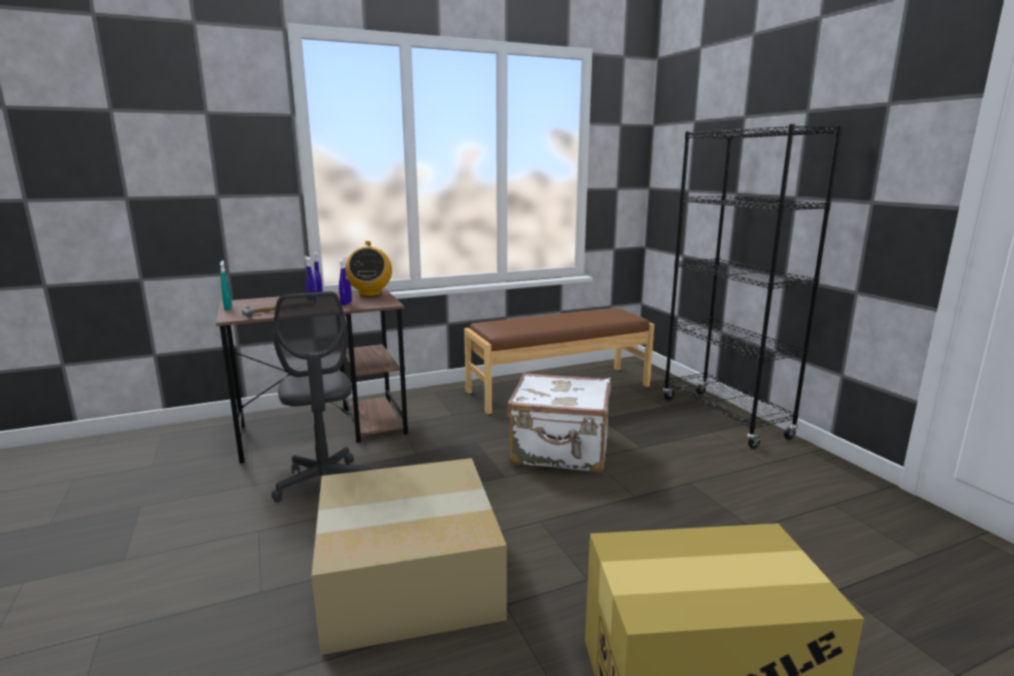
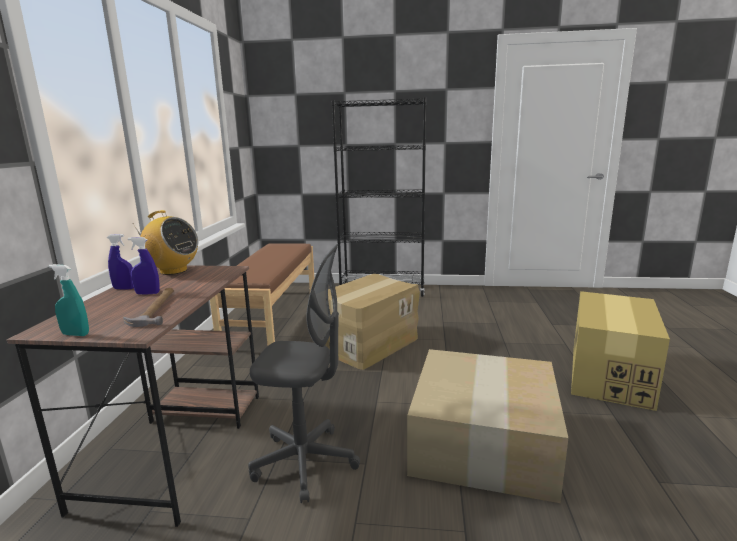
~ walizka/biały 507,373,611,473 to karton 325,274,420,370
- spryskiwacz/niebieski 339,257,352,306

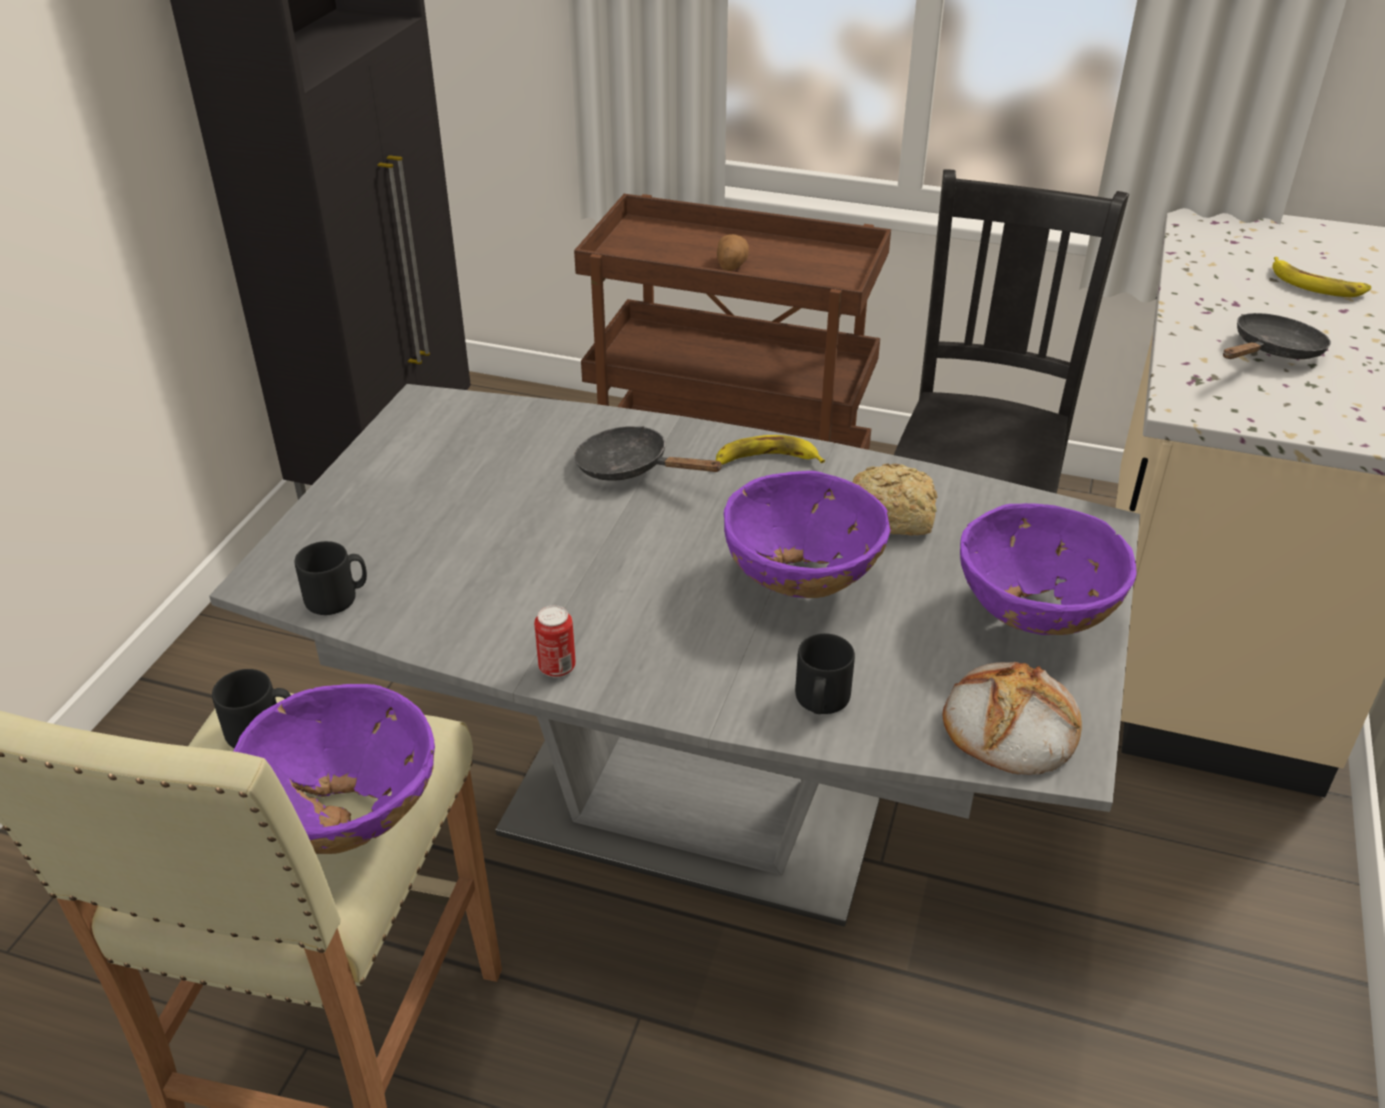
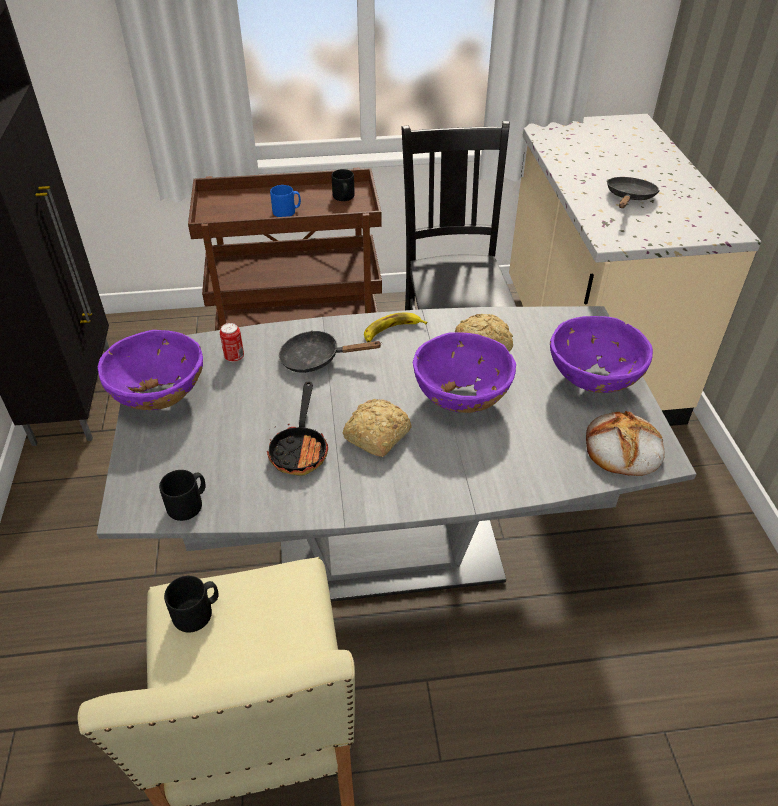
~ miska/fioletowy 233,684,435,854 to 98,330,203,410
~ puszka 534,605,576,678 to 220,323,244,362
+ patelnia 267,382,328,476
~ ziemniak 717,234,749,271 to kubek/niebieski 270,185,301,217
~ kubek/czarny 795,633,855,714 to 332,169,355,201
+ chleb 342,399,411,457
- banan 1273,257,1371,297

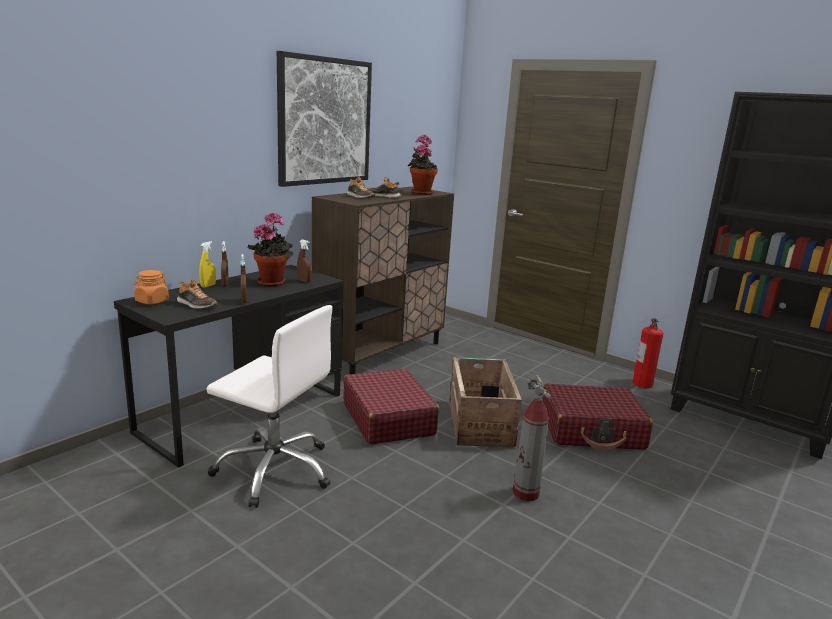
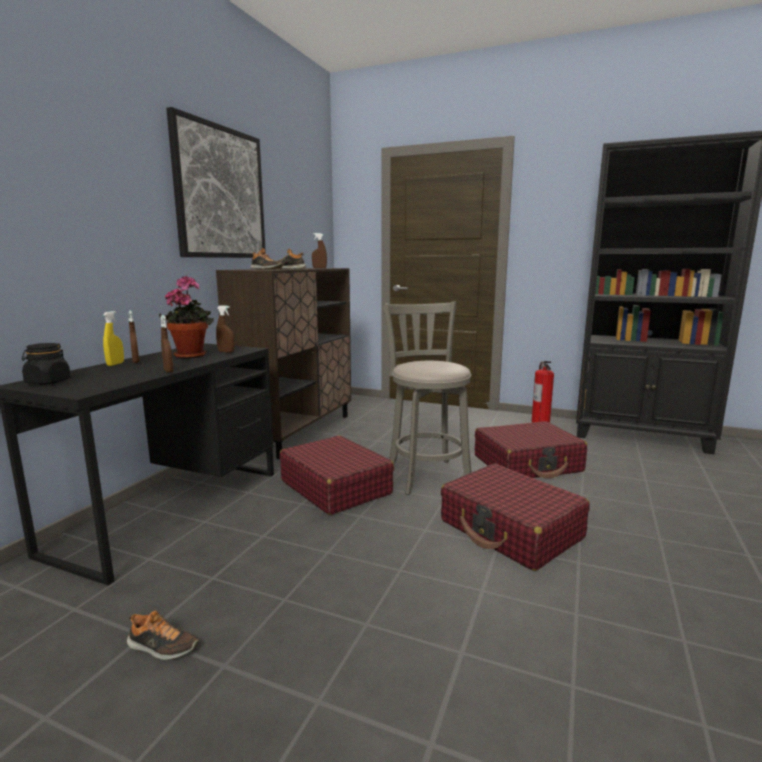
~ słoik/pomarańczowy 134,270,169,304 to słoik/czarny 22,343,71,384
~ but 177,279,218,309 to 127,610,199,660
~ roślina doniczkowa 408,134,438,195 to spryskiwacz/brązowy 312,233,327,268
~ skrzynka 450,357,522,447 to stołek/szary 383,301,472,495
~ gaśnica 513,375,551,501 to walizka/czerwony 441,463,590,571
- krzesło biurowe/biały 207,305,333,508

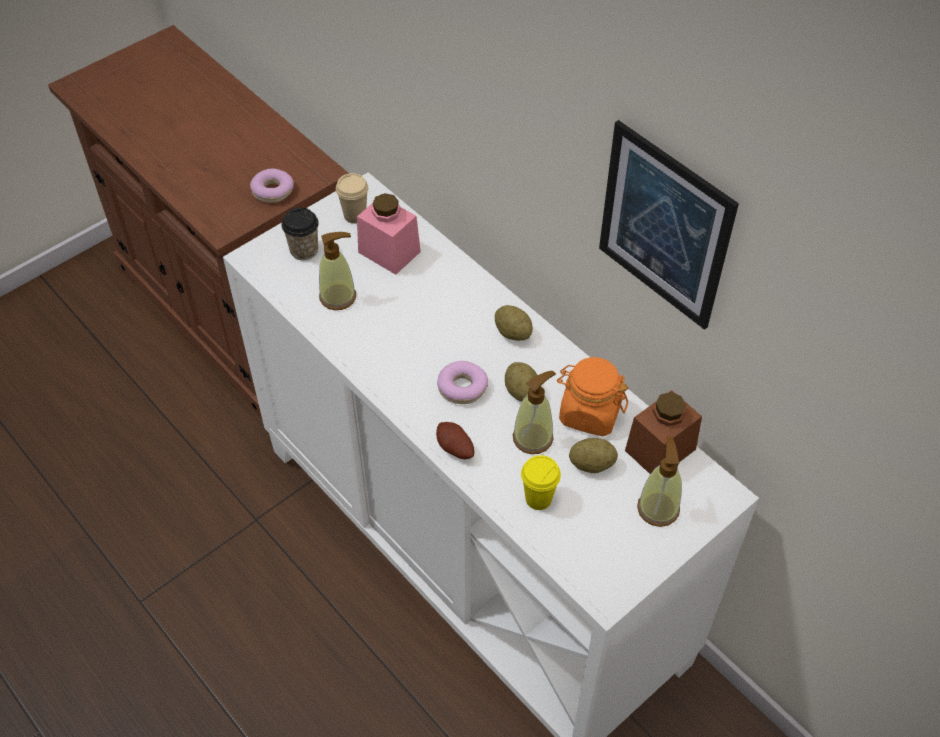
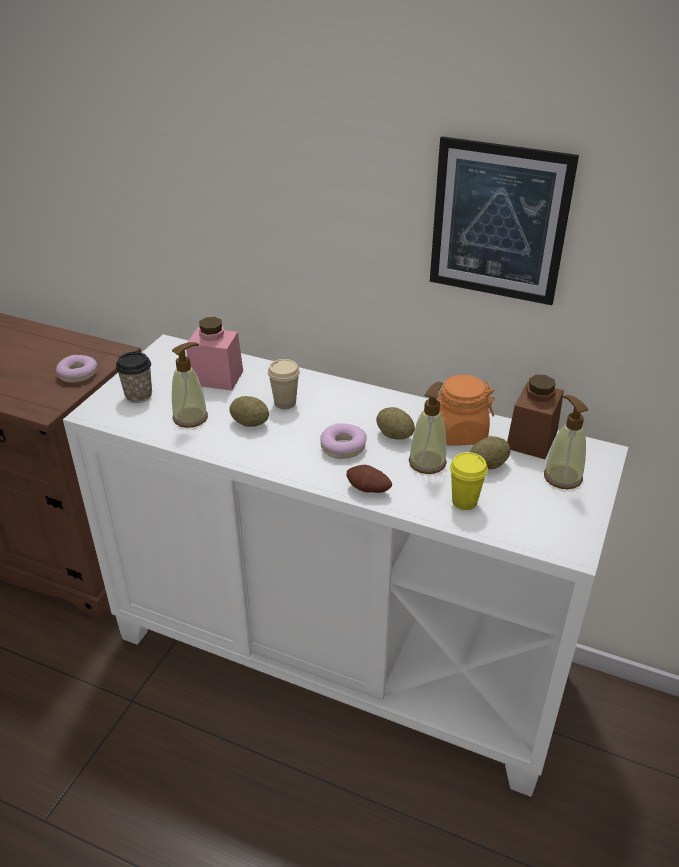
~ ziemniak 495,305,533,341 to 229,396,269,427
~ filiżanka/beżowy 336,173,368,224 to 268,359,300,409

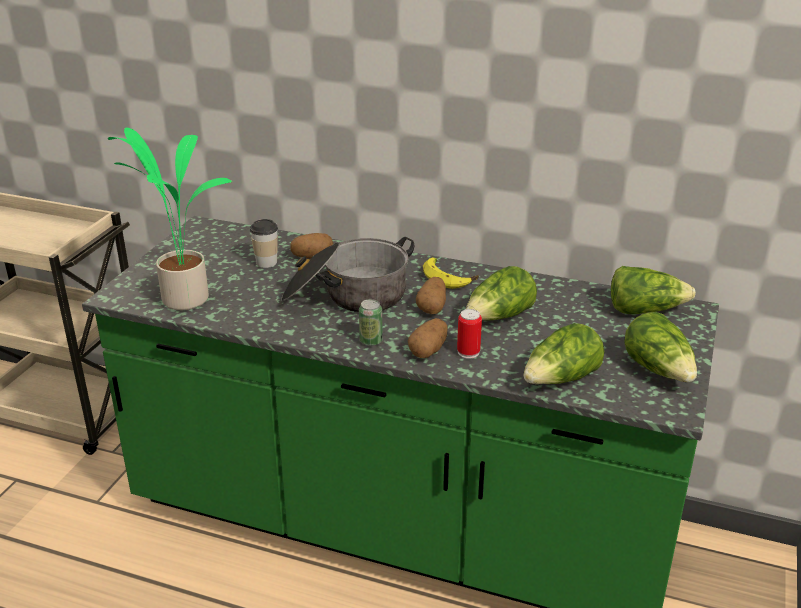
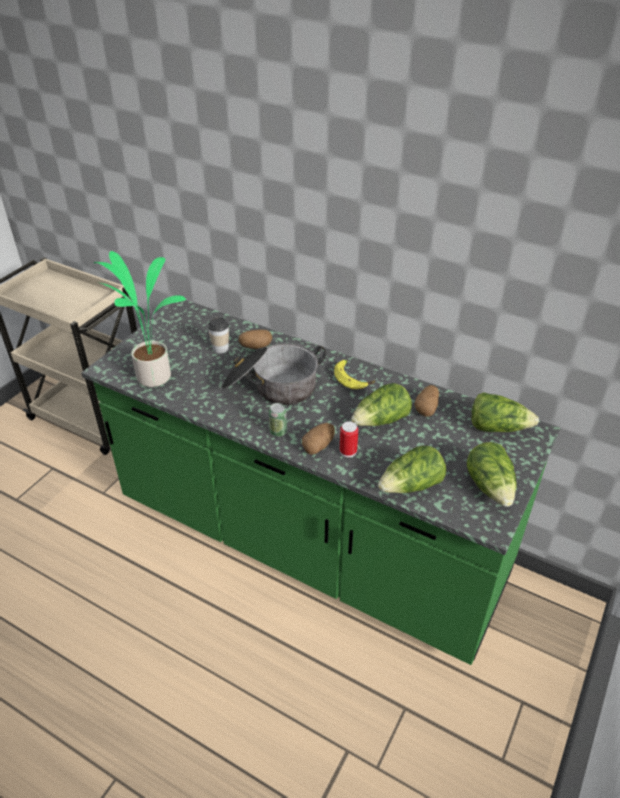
~ ziemniak 416,277,446,314 to 415,385,439,417

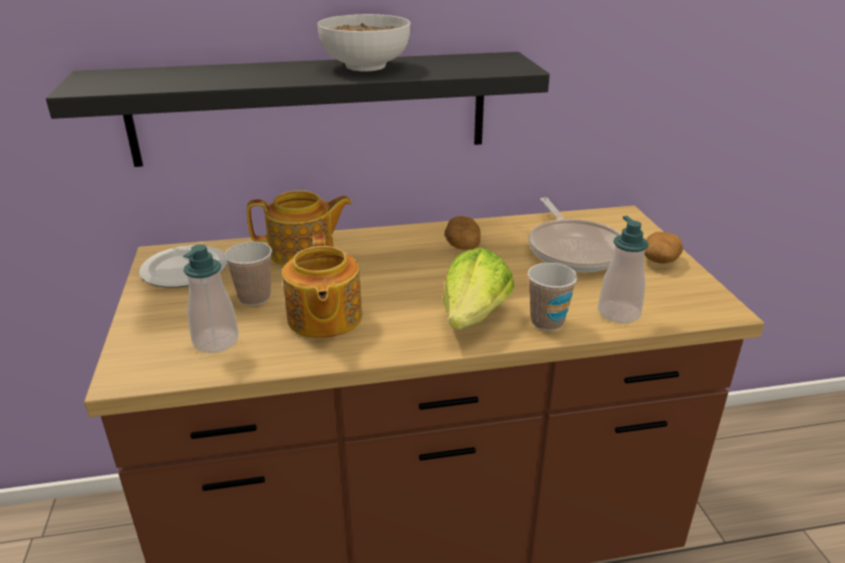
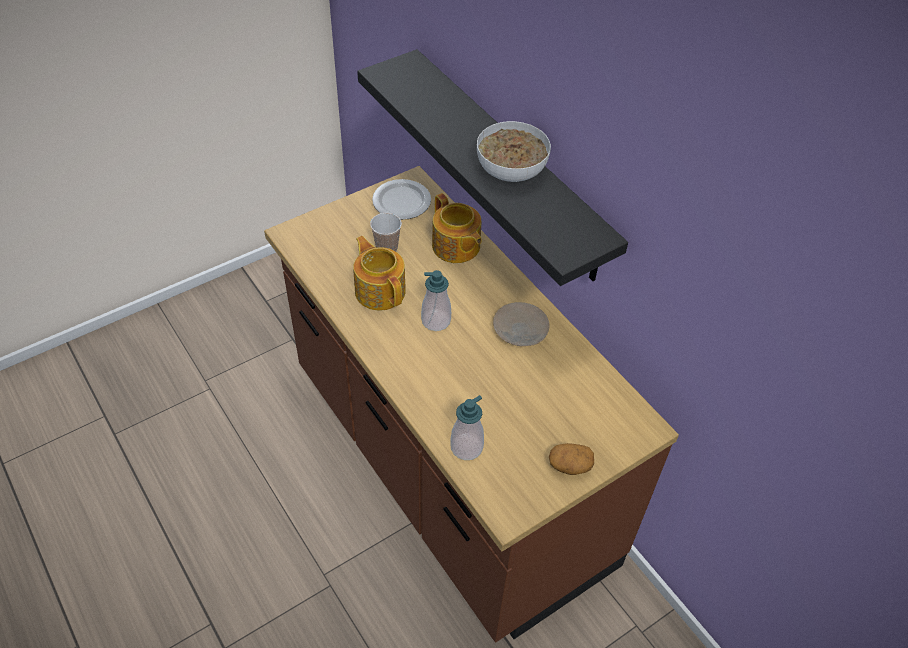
~ imbryk 282,235,362,338 = 353,236,406,311 90 degrees clockwise
~ dozownik mydła 183,244,238,353 to 421,270,451,331
~ ziemniak 445,216,481,250 to talerz/beżowy 493,302,549,346
- sałata 443,247,514,330
- filiżanka 528,263,578,331
- patelnia 529,197,622,272

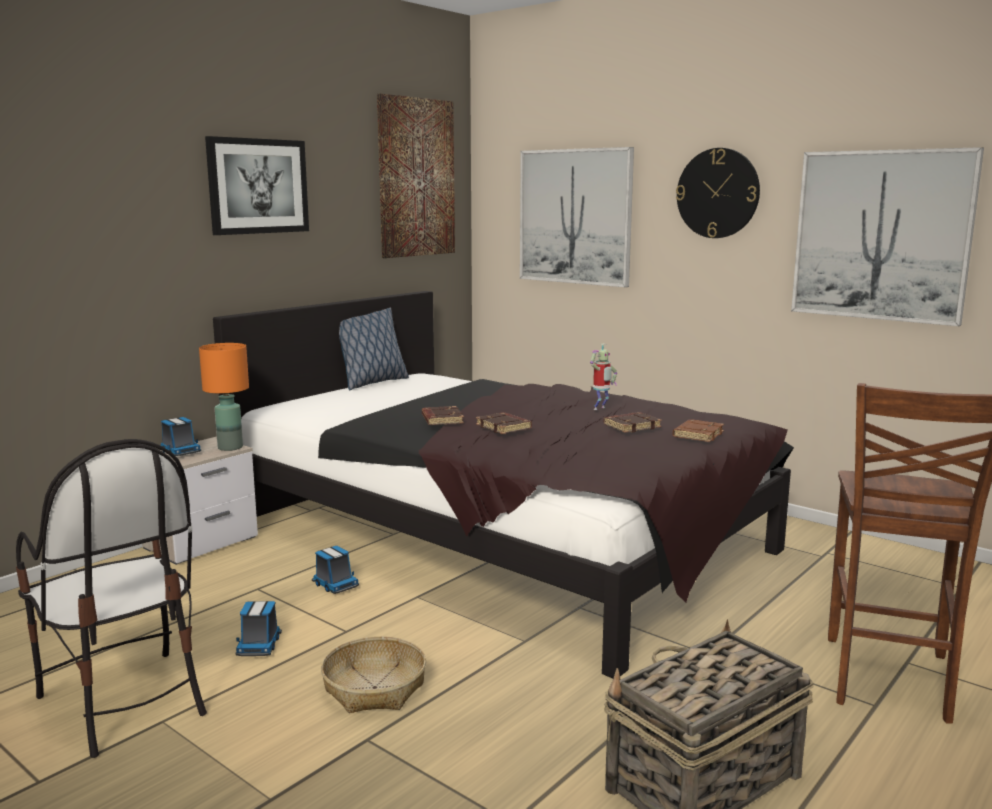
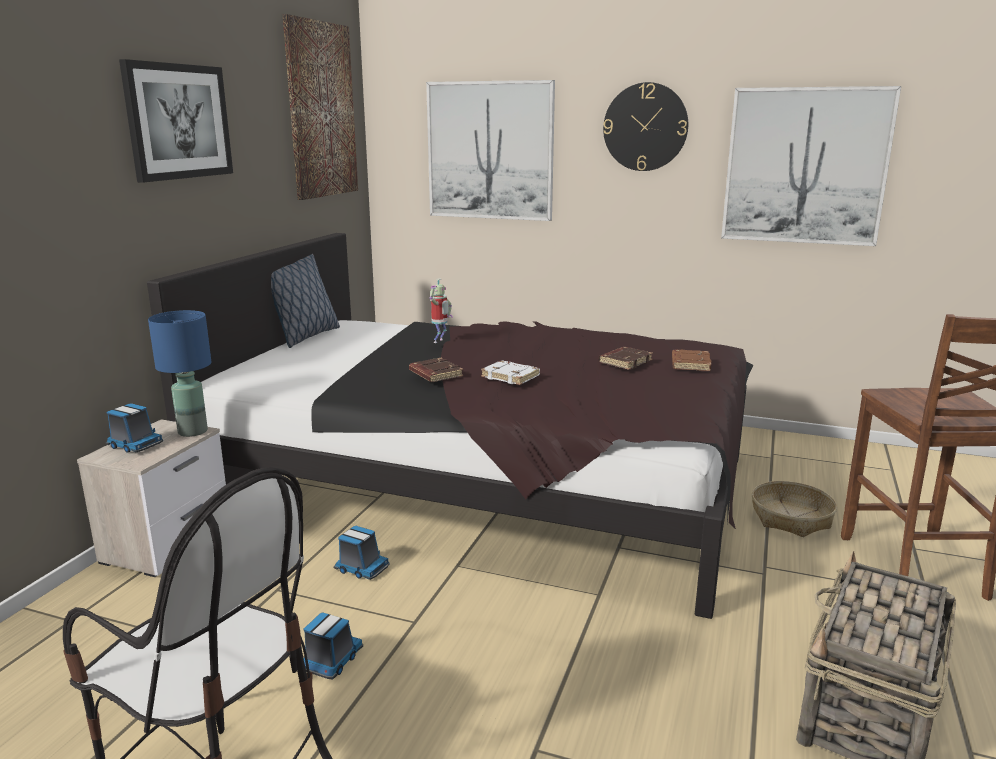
~ lampa stołowa/pomarańczowy 199,343,249,451 to lampa stołowa/niebieski 148,310,211,437
~ ciężarówka zabawkowa 236,601,282,656 = 303,612,363,680 135 degrees counterclockwise
~ robot zabawkowy 590,344,617,410 to 430,278,453,343
~ książka/brązowy 476,412,532,434 to książka/biały 481,360,540,385
~ koszyk 321,636,426,713 to 752,481,837,537

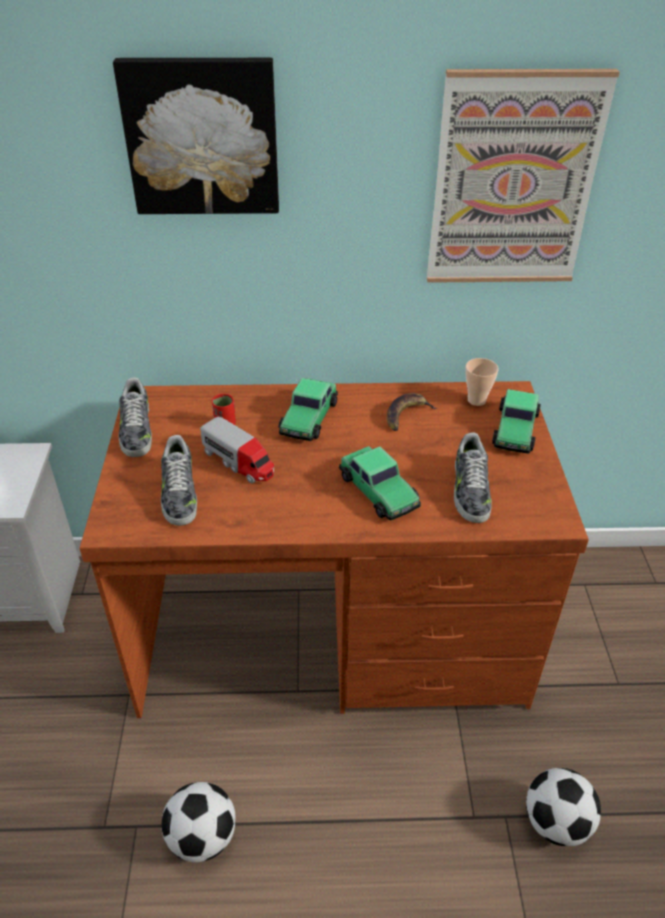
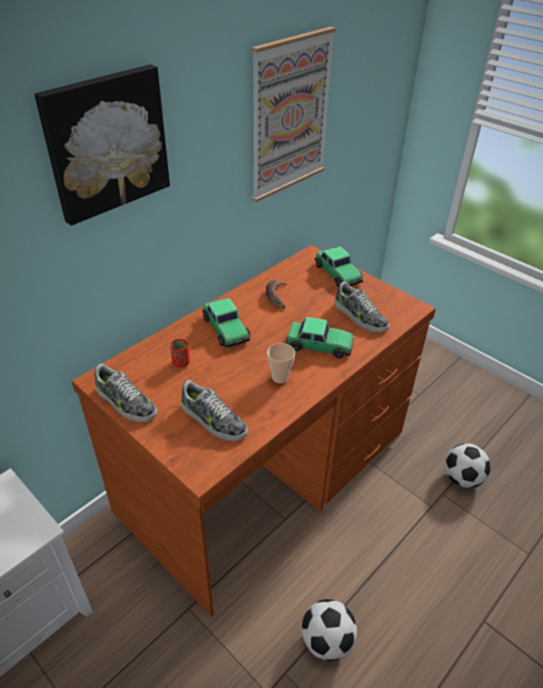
~ filiżanka 465,358,499,406 to 267,343,295,383
- ciężarówka zabawkowa 200,417,274,483

